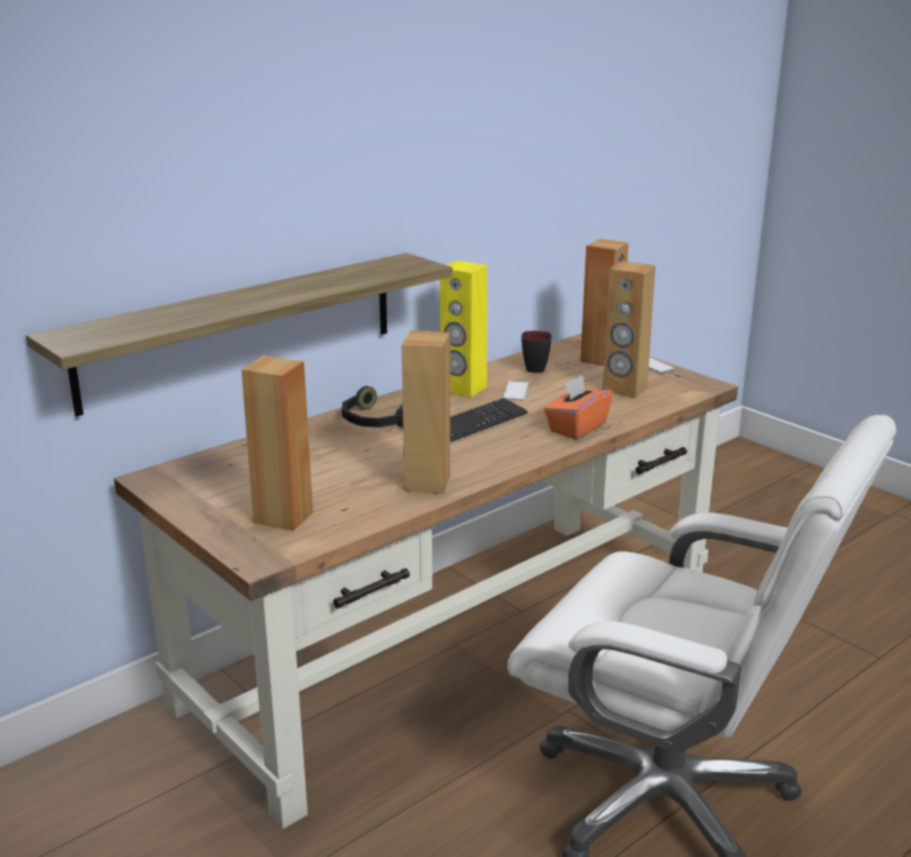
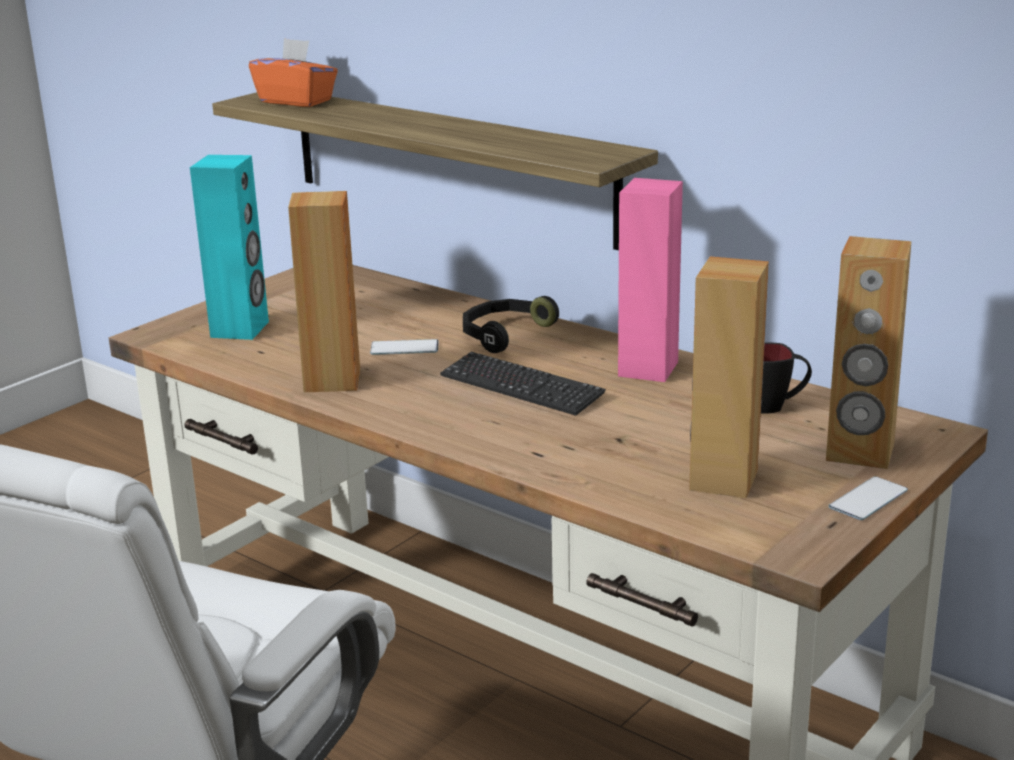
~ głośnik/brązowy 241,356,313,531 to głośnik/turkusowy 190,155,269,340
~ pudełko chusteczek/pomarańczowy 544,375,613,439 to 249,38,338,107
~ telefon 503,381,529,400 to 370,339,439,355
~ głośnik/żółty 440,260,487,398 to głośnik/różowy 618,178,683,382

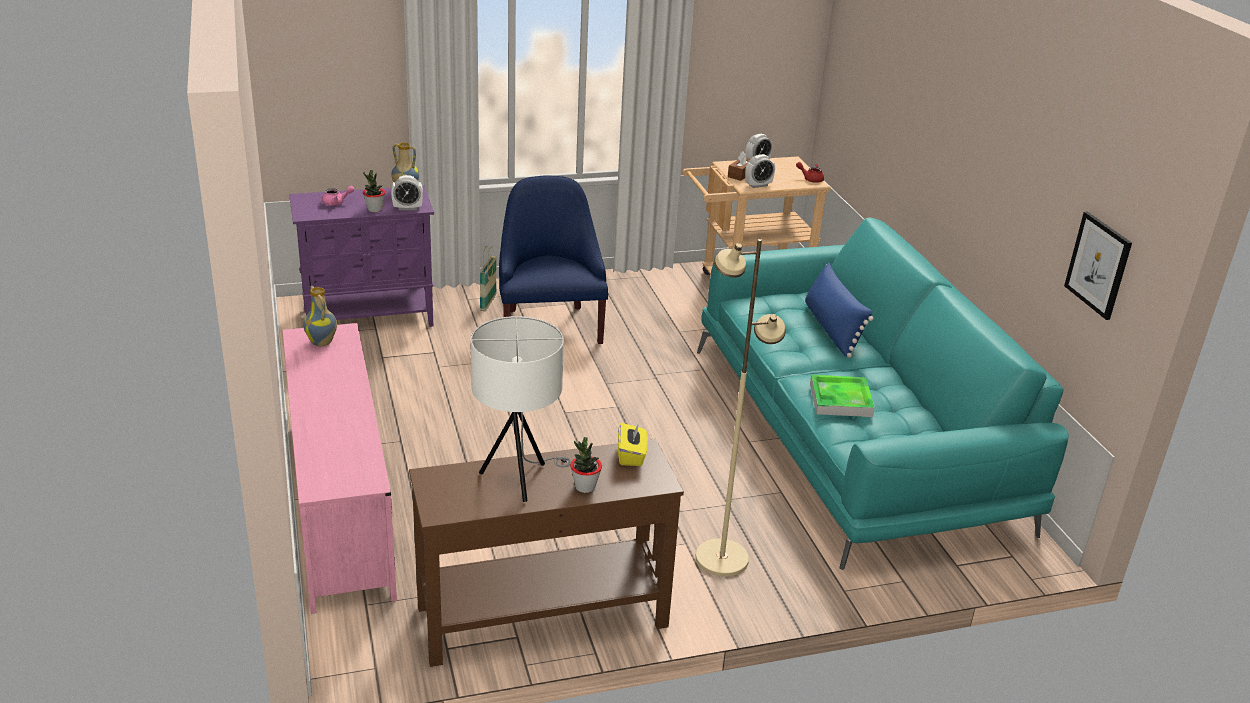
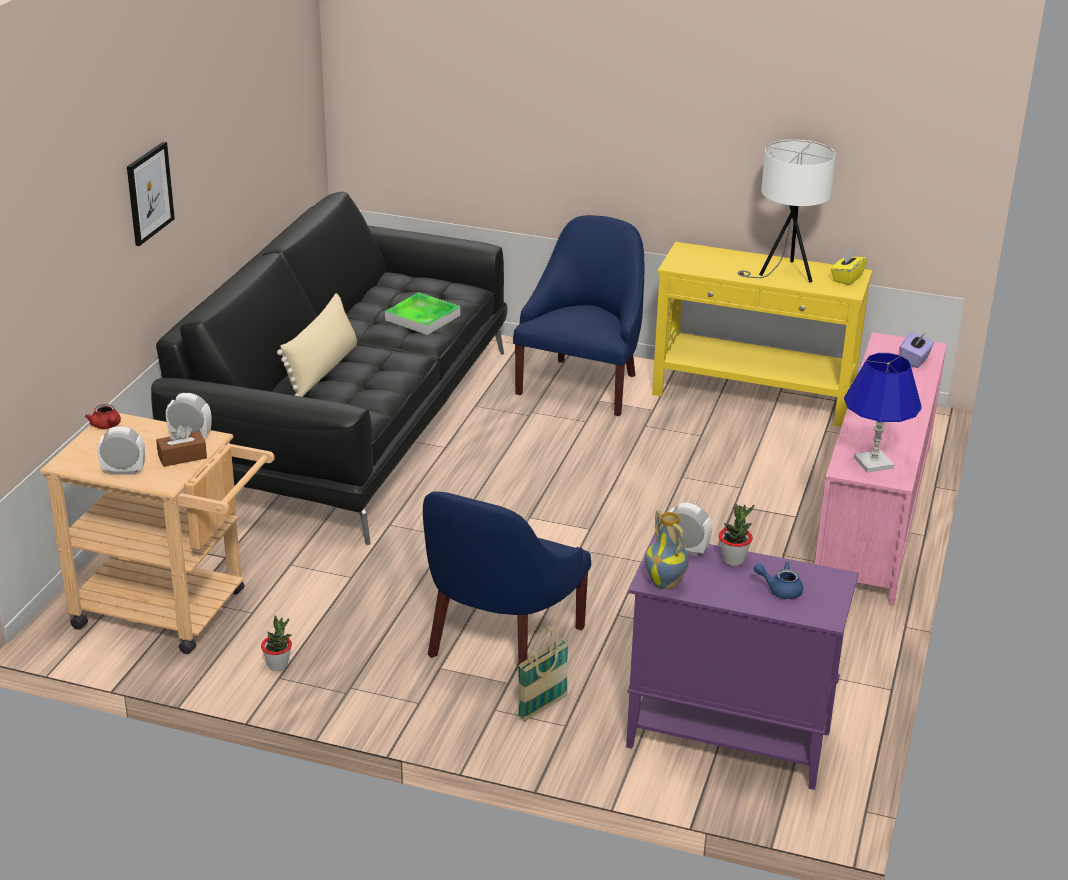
~ obraz 1064,211,1132,320 to 127,142,175,246
~ kanapa/turkusowy 697,217,1069,570 to kanapa/czarny 151,192,508,545
~ roślina doniczkowa 570,437,602,493 to 261,616,292,671
~ poduszka/niebieski 805,263,874,358 to poduszka/beżowy 277,293,357,397
~ lampa stojąca/beżowy 695,239,786,577 to fotel/niebieski 513,215,644,416
~ stolik konsolowy/brązowy 409,439,684,667 to stolik konsolowy/żółty 652,242,873,427
~ imbryk/różowy 322,186,355,206 to imbryk/niebieski 754,562,803,599
~ pudełko chusteczek/żółty 618,423,648,466 to 831,249,867,285
~ wazon 303,286,337,346 to lampa stołowa/niebieski 844,353,922,473
+ pudełko chusteczek/fioletowy 899,332,934,368

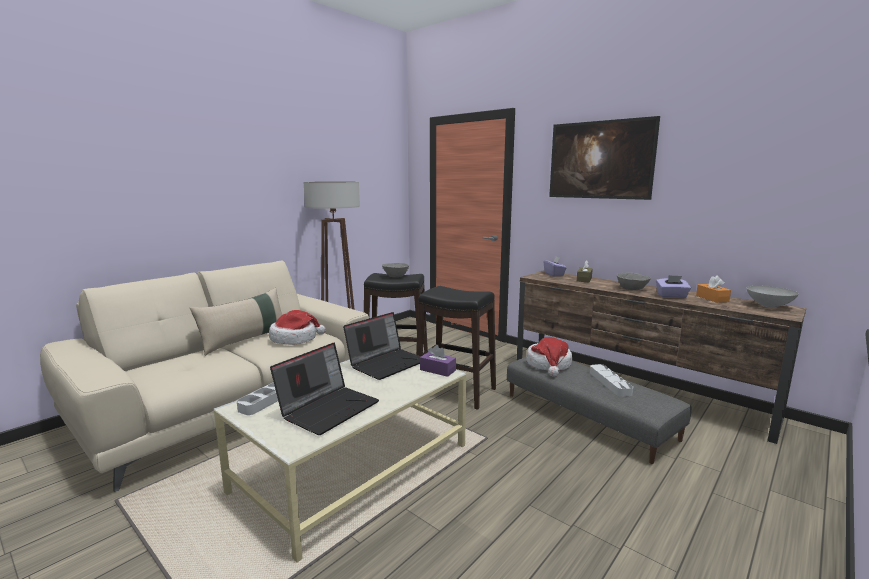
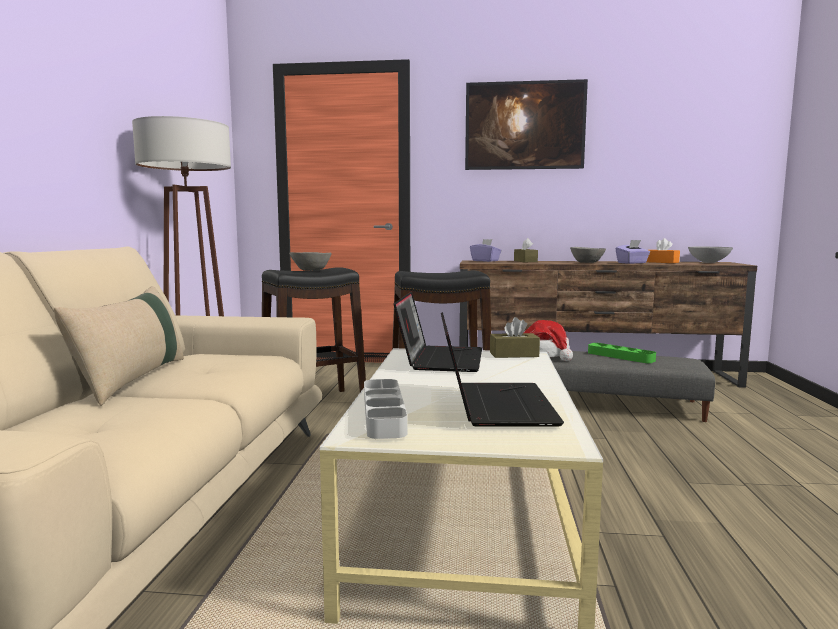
~ pudełko chusteczek/fioletowy 420,345,456,377 to pudełko chusteczek/brązowy 490,317,540,358
~ taca/szary 590,364,633,397 to taca/zielony 588,343,656,363
- kapelusz 269,310,326,345

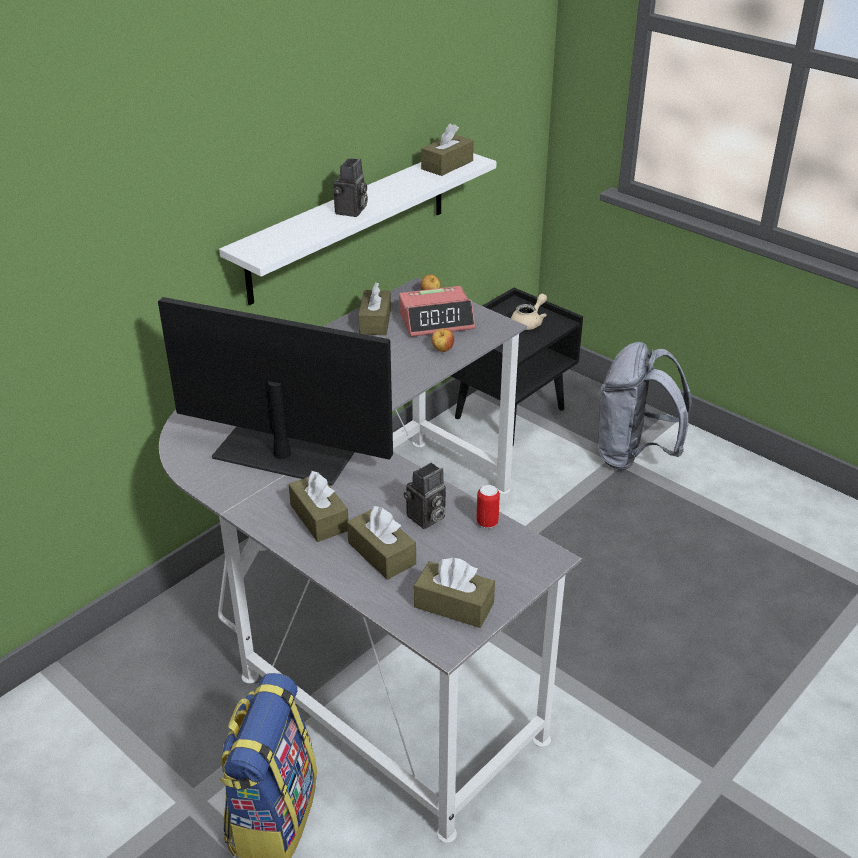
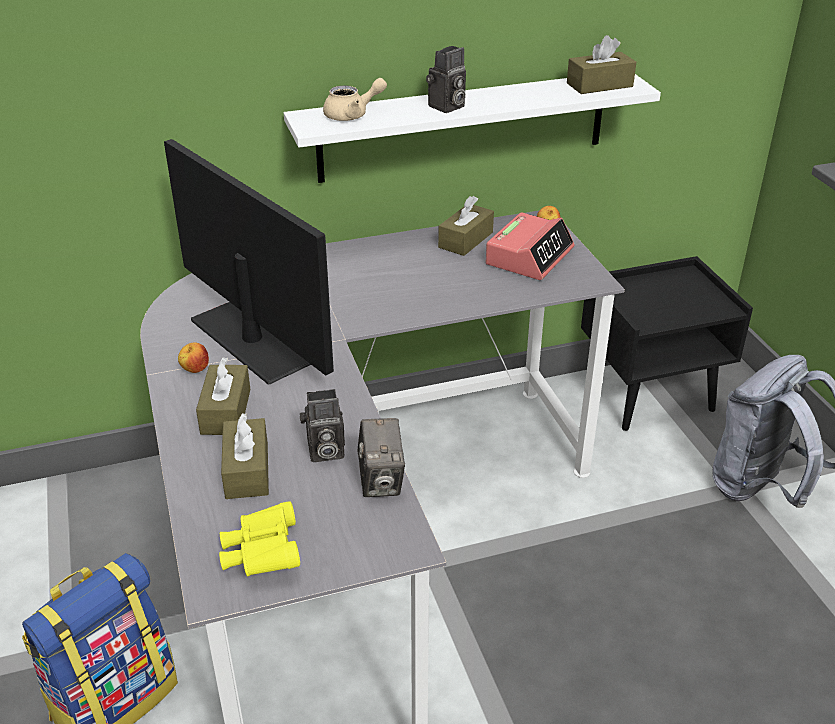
~ jabłko 431,328,454,352 to 178,342,209,373
~ pudełko chusteczek/brązowy 414,558,495,628 to lornetka/żółty 219,501,300,576
~ imbryk/beżowy 511,294,547,330 to 323,78,387,121
~ puszka 476,485,500,528 to aparat fotograficzny 358,418,405,497
~ budzik 399,286,475,337 = 486,212,574,280 75 degrees counterclockwise

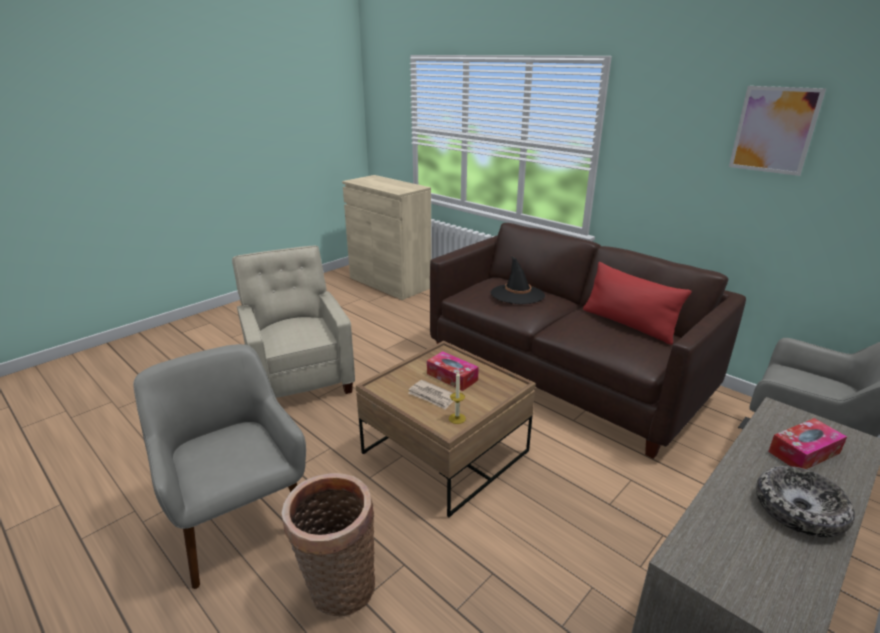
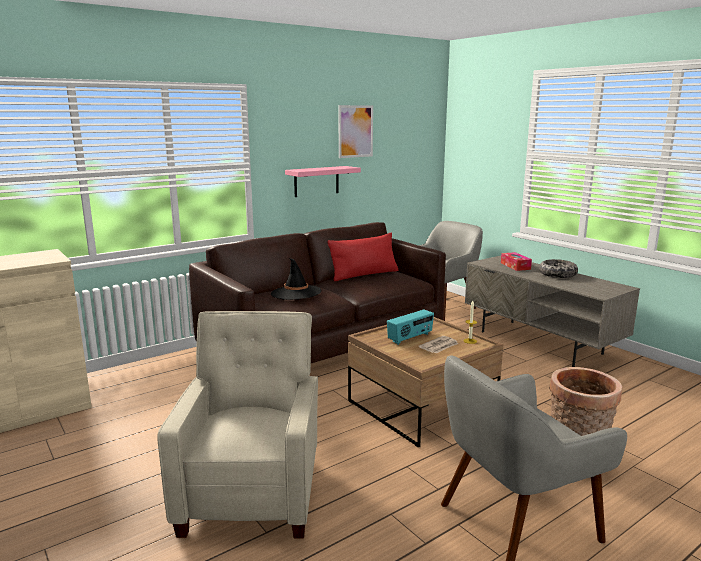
~ fotel/beżowy 232,246,355,398 = 157,311,318,539 105 degrees clockwise
+ półka/różowy 285,166,361,197
~ pudełko chusteczek 427,351,479,391 to radio 387,310,434,345

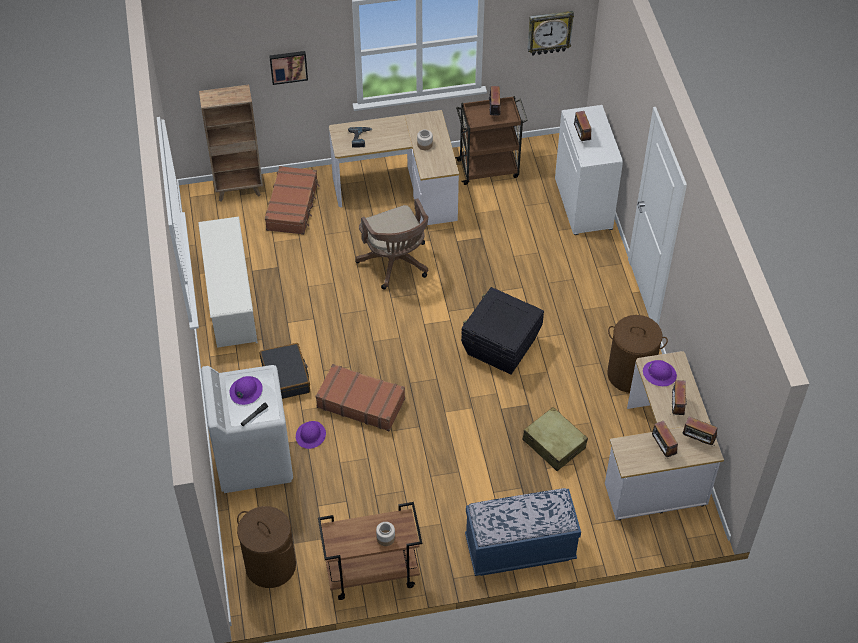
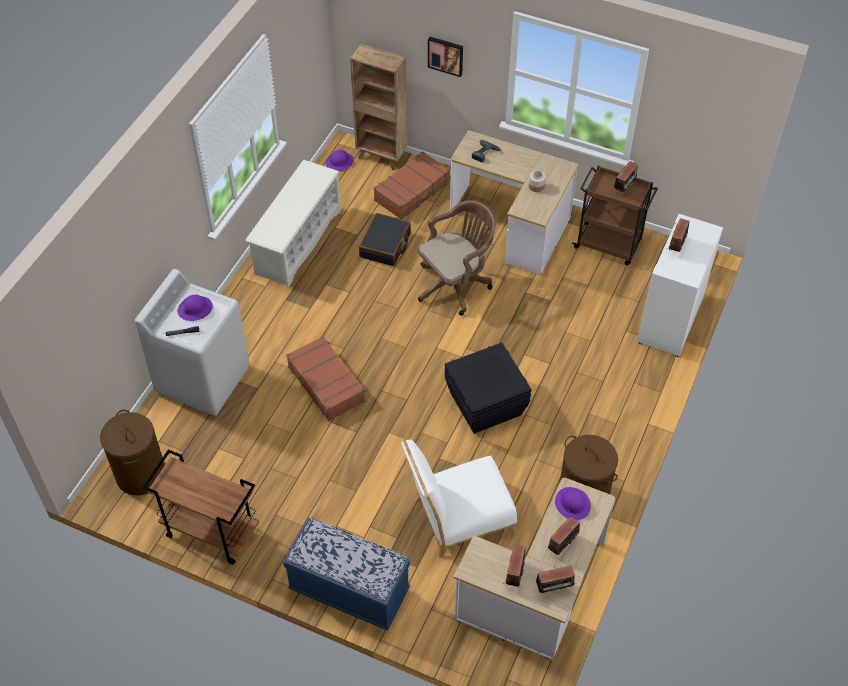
~ kask/fioletowy 296,421,326,449 to 326,150,354,171
~ walizka/czarny 260,343,310,399 to 359,213,411,266
~ walizka/beżowy 523,407,588,471 to krzesło/biały 402,437,518,558
~ krzesło biurowe/brązowy 355,198,428,290 = 418,200,496,316 135 degrees counterclockwise
~ radio 683,417,718,447 = 536,565,576,593 75 degrees counterclockwise
- słoik 376,522,395,546
- zegar ścienny 527,11,574,56

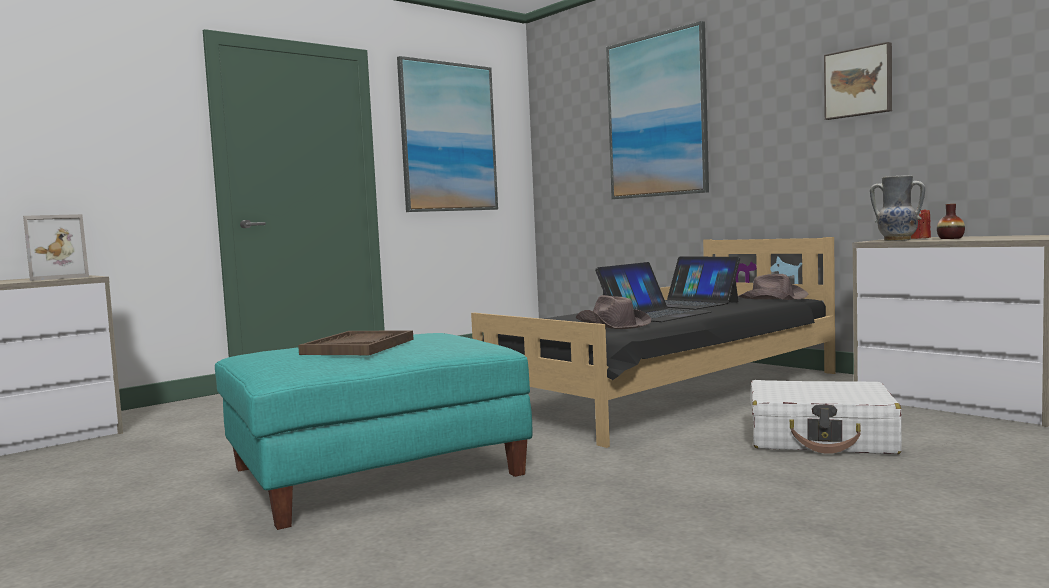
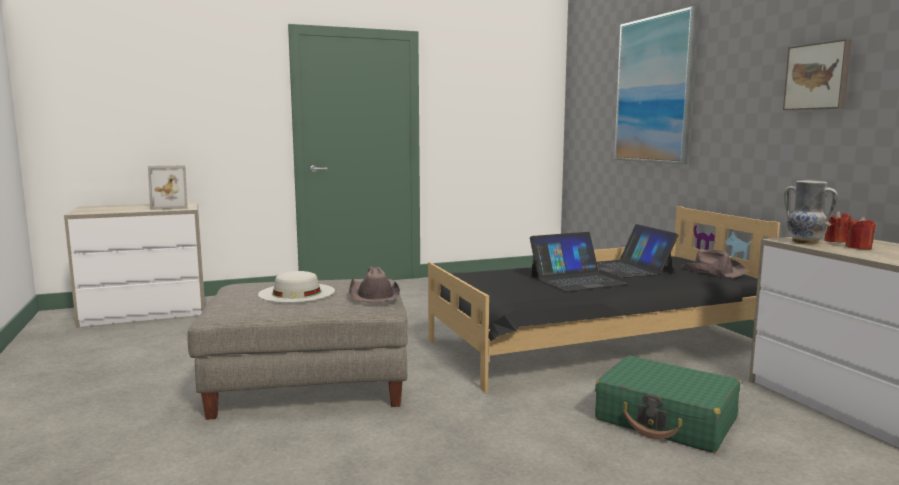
~ pufa/turkusowy 215,333,532,530 to pufa/szary 188,279,408,420
~ taca/brązowy 298,330,414,355 to kapelusz/biały 258,271,335,302
~ kapelusz/brązowy 576,295,651,329 to 349,266,400,302
~ walizka/biały 750,380,902,454 to walizka/zielony 595,355,740,453
~ wazon 937,204,965,239 to świeca/czerwony 845,216,876,249
- obraz 397,56,498,212

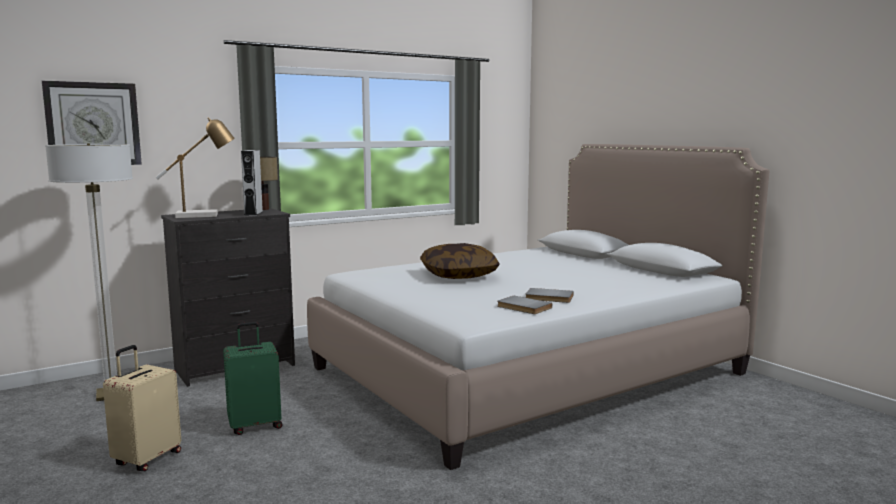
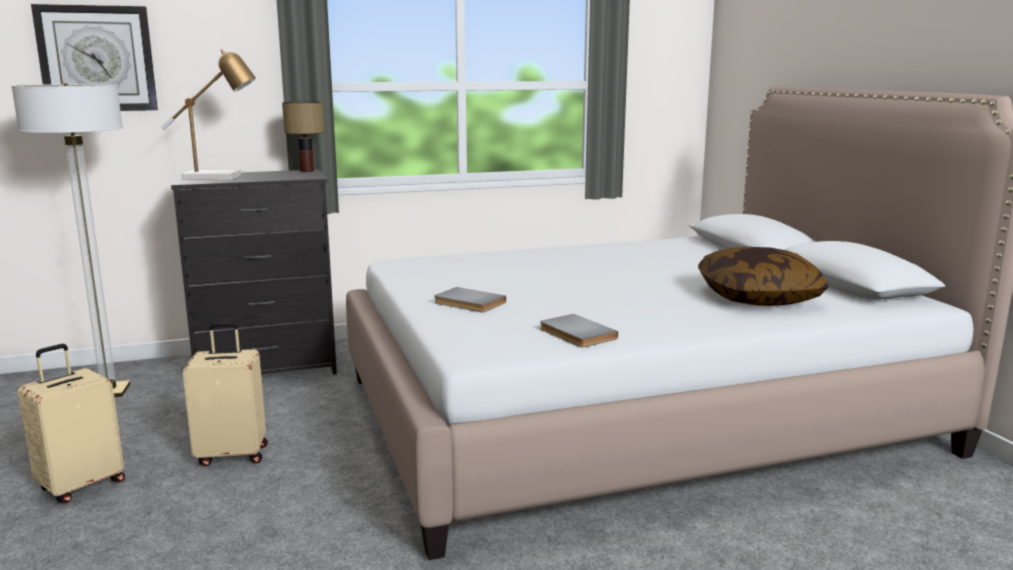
~ walizka/zielony 223,322,282,435 to walizka/beżowy 182,322,268,466
~ książka/szary 526,288,574,303 to 434,287,506,312
~ poduszka 420,243,500,279 to 698,247,829,306
- głośnik/szary 241,150,263,215

